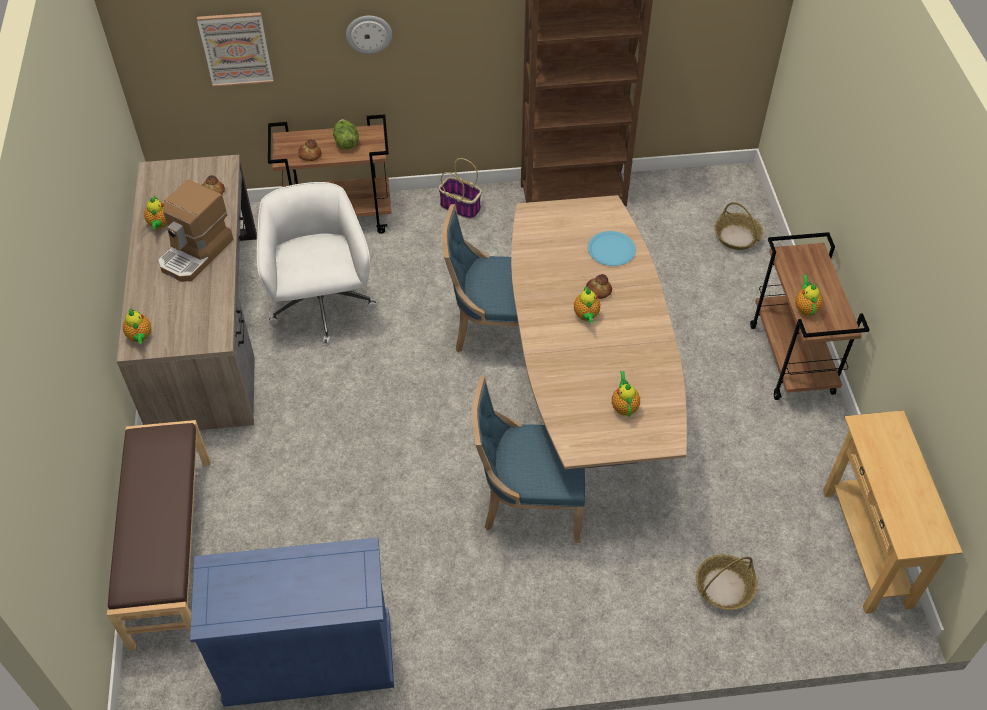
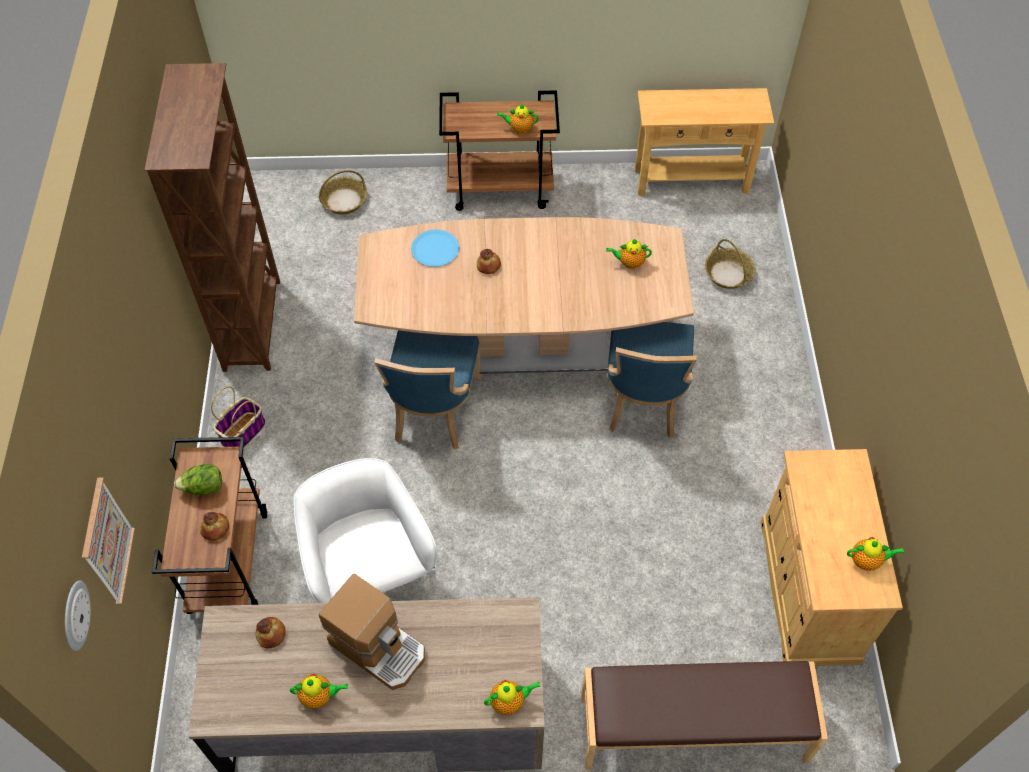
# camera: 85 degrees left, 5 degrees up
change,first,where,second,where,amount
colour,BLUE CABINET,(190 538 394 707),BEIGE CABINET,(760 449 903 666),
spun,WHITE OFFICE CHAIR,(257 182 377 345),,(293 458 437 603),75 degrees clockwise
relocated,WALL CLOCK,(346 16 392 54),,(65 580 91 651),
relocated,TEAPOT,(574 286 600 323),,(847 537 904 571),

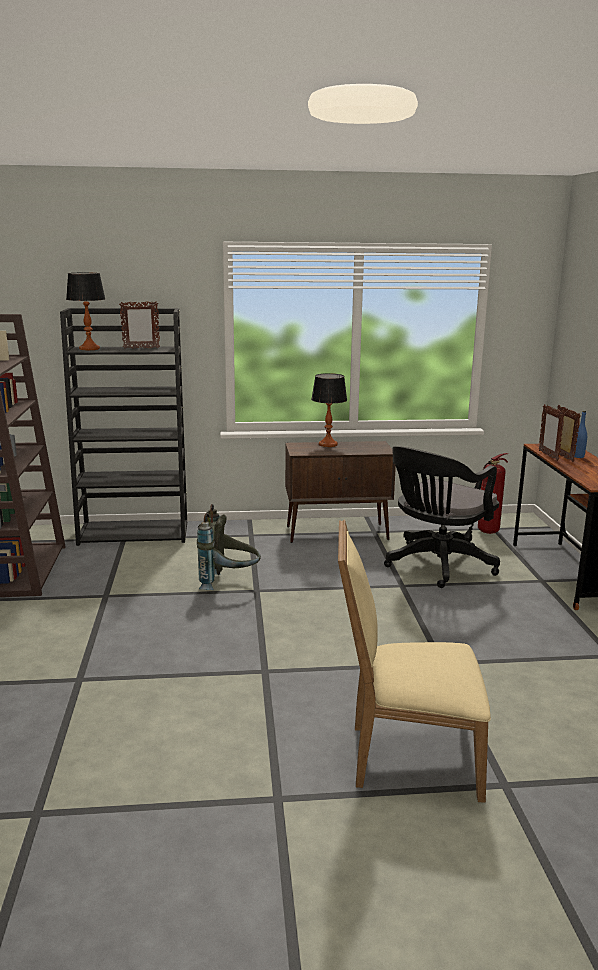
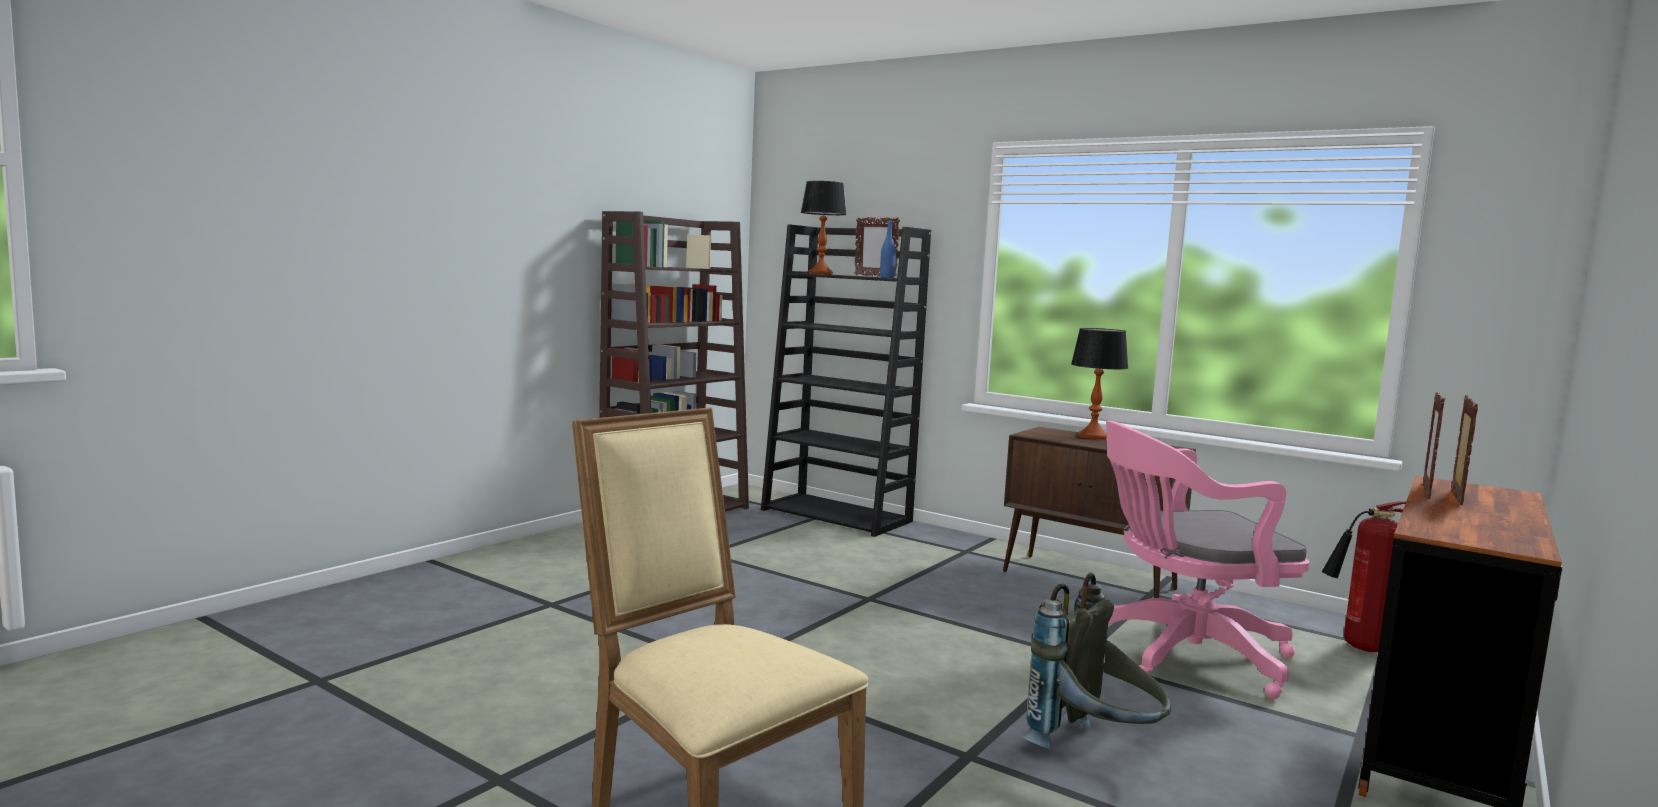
# camera: 40 degrees right, 10 degrees down
change,first,where,second,where,amount
relocated,GREY BACKPACK,(197 504 261 590),,(1022 573 1171 750),
colour,BLACK OFFICE CHAIR,(384 446 500 588),PINK OFFICE CHAIR,(1106 421 1310 699),
relocated,BLUE BOTTLE,(573 411 587 458),,(880 219 896 278),

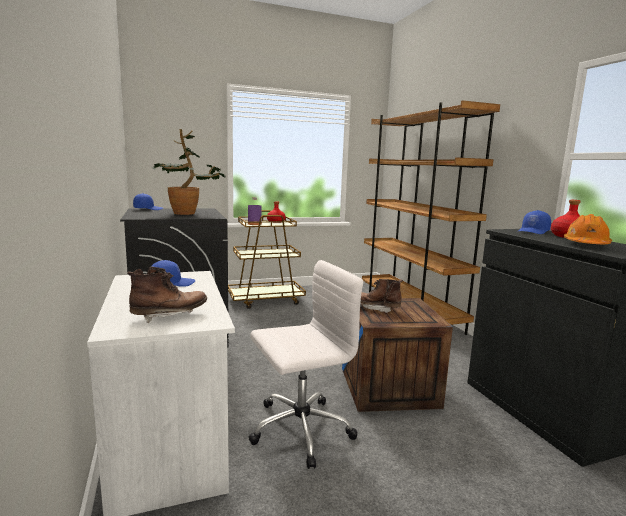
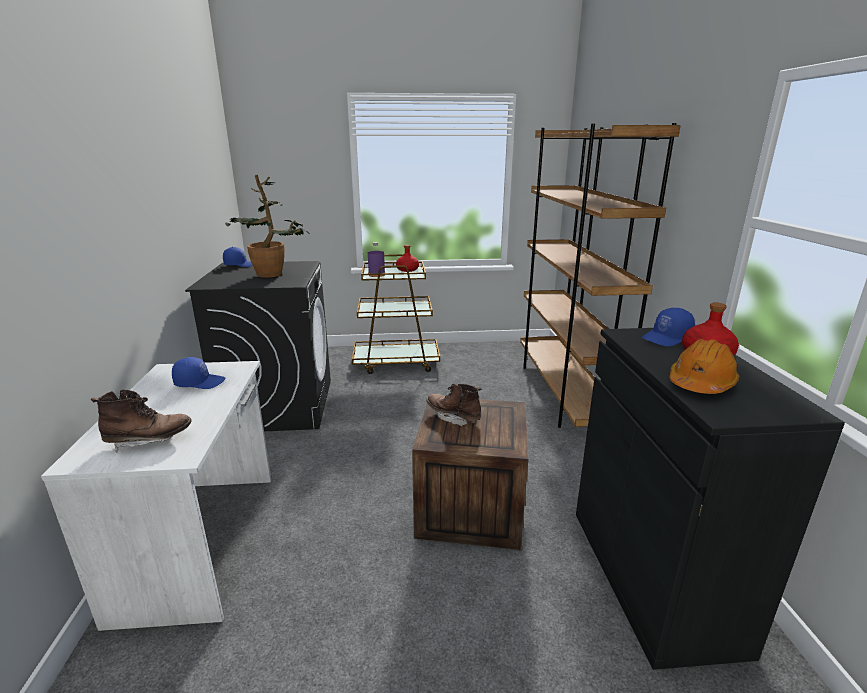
# camera: 15 degrees right, 10 degrees up
change,first,where,second,where,amount
missing,WHITE OFFICE CHAIR,(248 260 363 469),,,

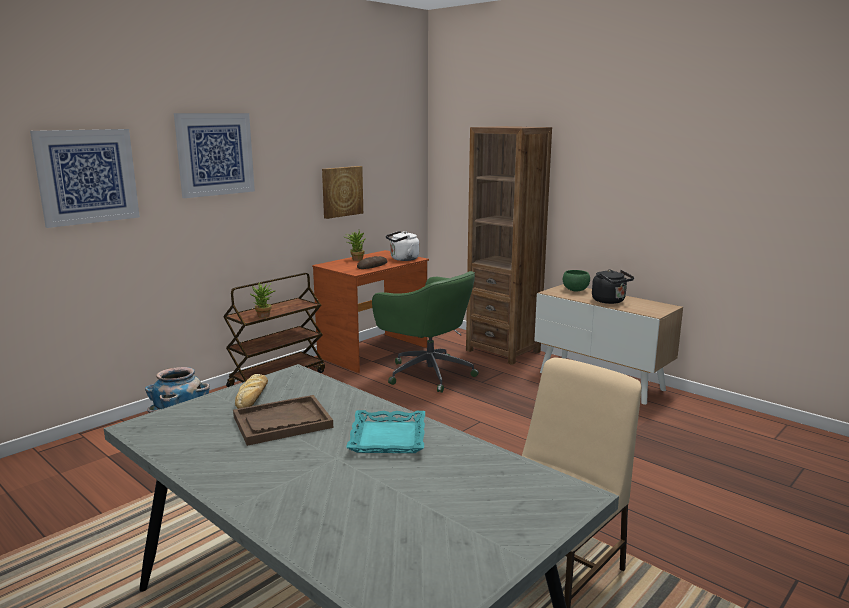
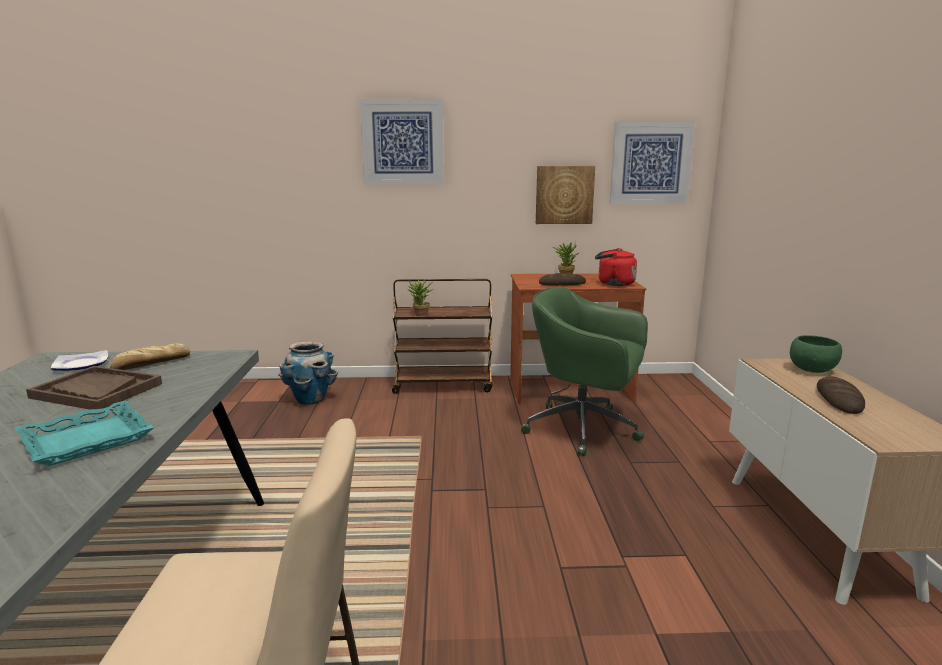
# camera: 45 degrees right, 0 degrees up
change,first,where,second,where,amount
relocated,PICTURE,(30 129 140 228),,(610 122 696 204),
spun,GREEN OFFICE CHAIR,(372 271 479 393),,(521 287 648 456),120 degrees clockwise
colour,WHITE KETTLE,(386 231 419 261),RED KETTLE,(595 248 637 286),
missing,BROWN BOOKCASE,(466 126 552 365),,,
exchanged,BLACK KETTLE,(592 269 634 304),BREAD,(817 377 865 414),
appeared,,,PLATE,(51 350 108 371),

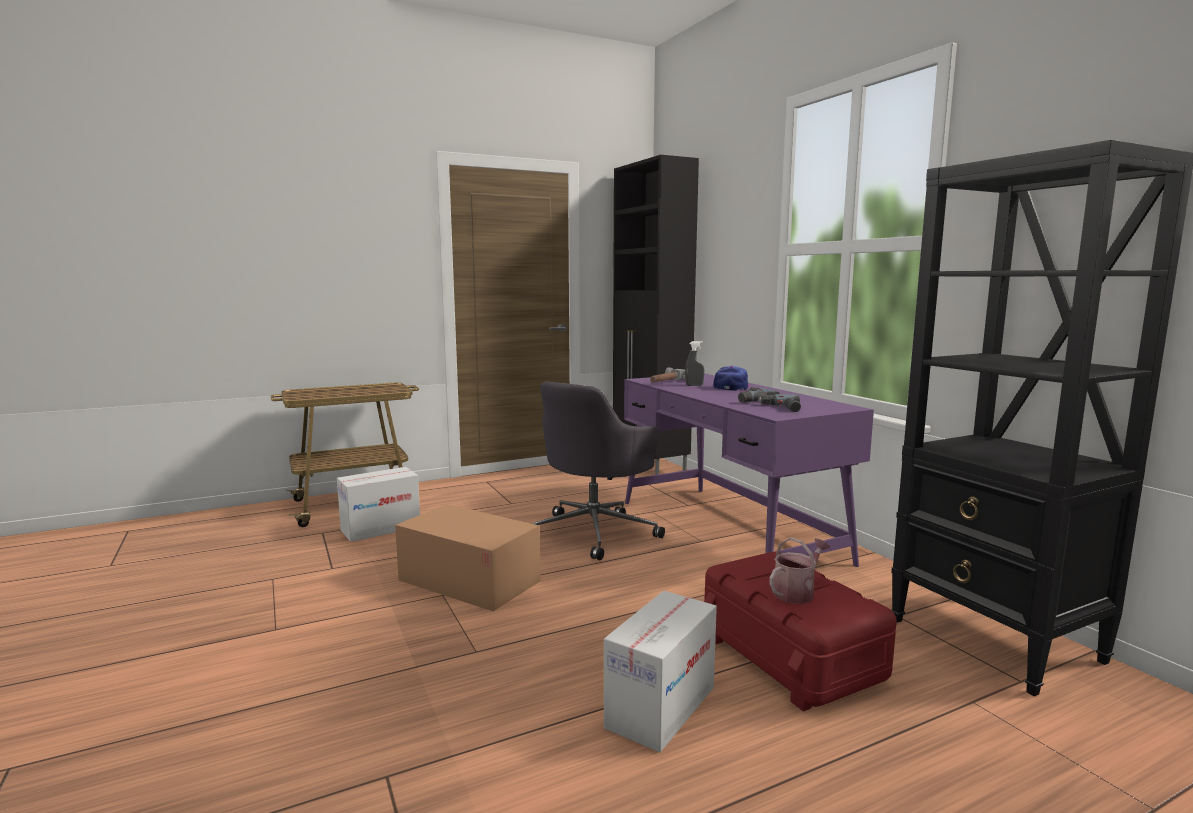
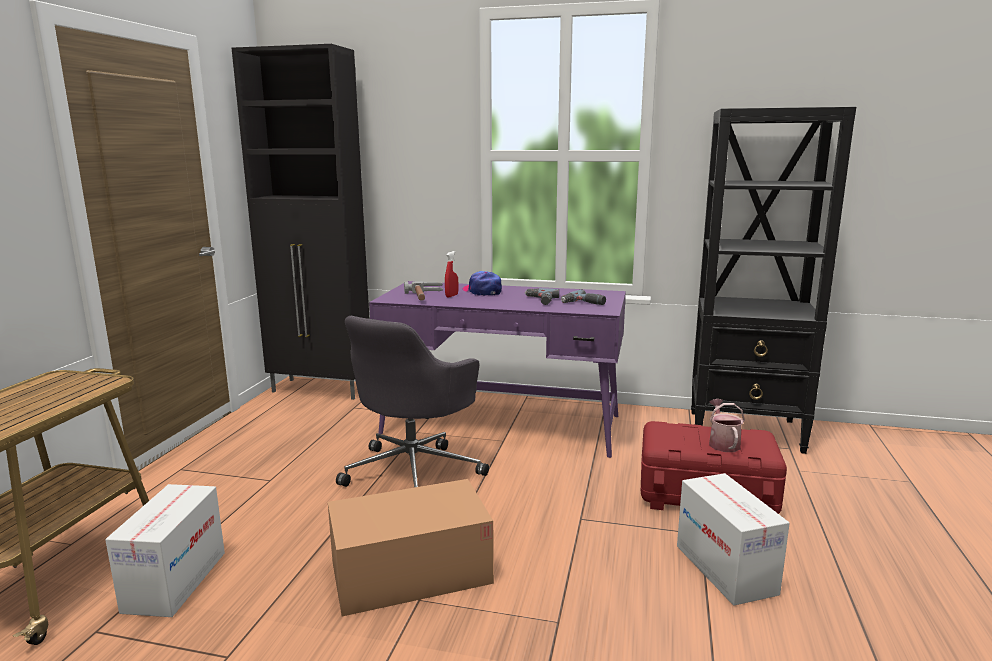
# camera: 50 degrees left, 5 degrees up
change,first,where,second,where,amount
spun,GREY OFFICE CHAIR,(533 382 665 560),,(336 316 489 488),45 degrees clockwise
colour,GREY SPRAY BOTTLE,(685 341 704 386),RED SPRAY BOTTLE,(445 251 458 297),

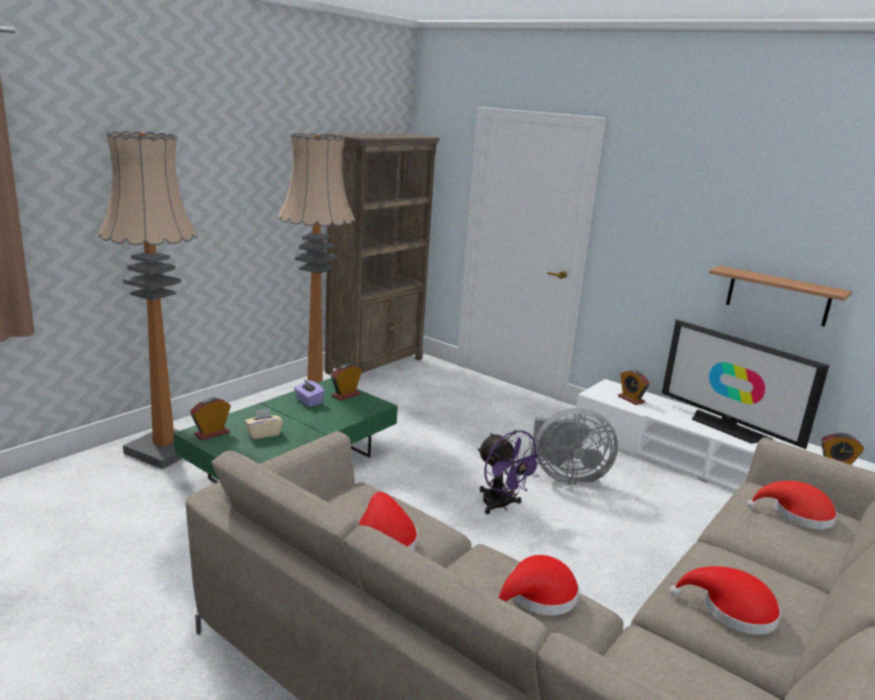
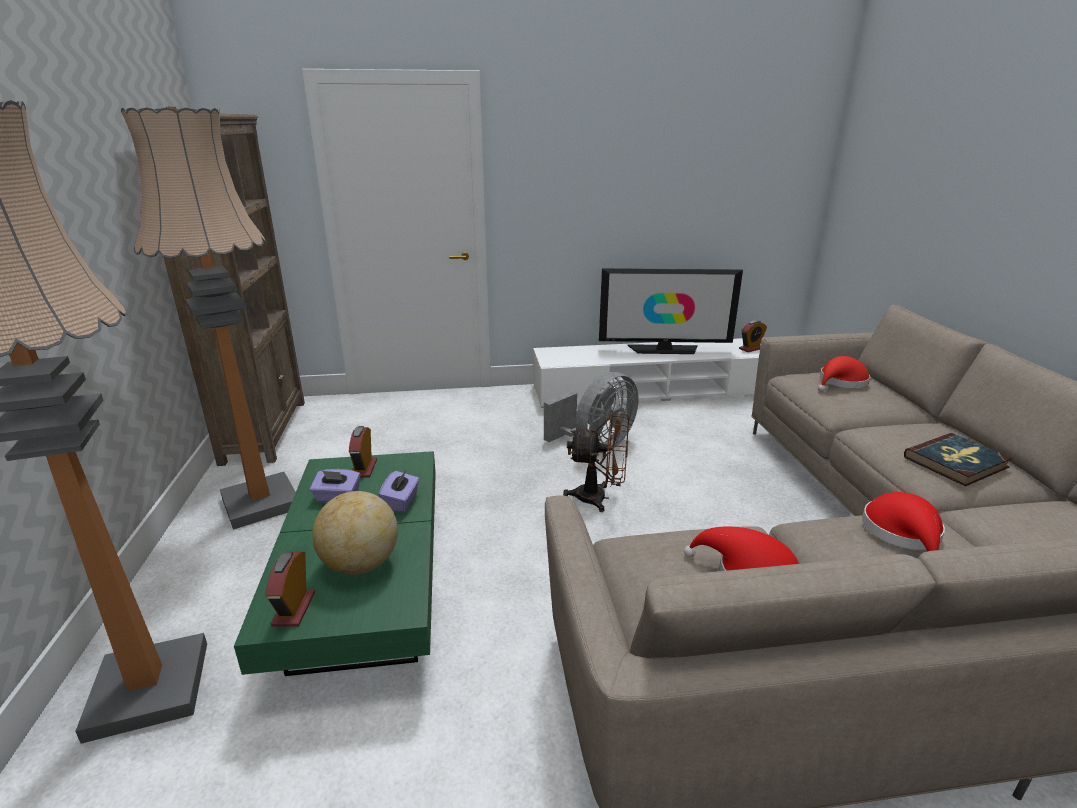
# camera: 45 degrees left, 5 degrees up
change,first,where,second,where,amount
exchanged,BEIGE TISSUE BOX,(245 408 283 439),GLOBE,(312 491 398 575),
colour,PURPLE FAN,(478 430 545 514),BROWN FAN,(563 412 629 512),
missing,ALARM CLOCK,(618 369 650 405),,,
exchanged,RED HAT,(670 566 781 635),BOOK,(904 433 1013 486),
missing,SHELF,(709 266 852 327),,,
appeared,,,PURPLE TISSUE BOX,(378 469 419 513),

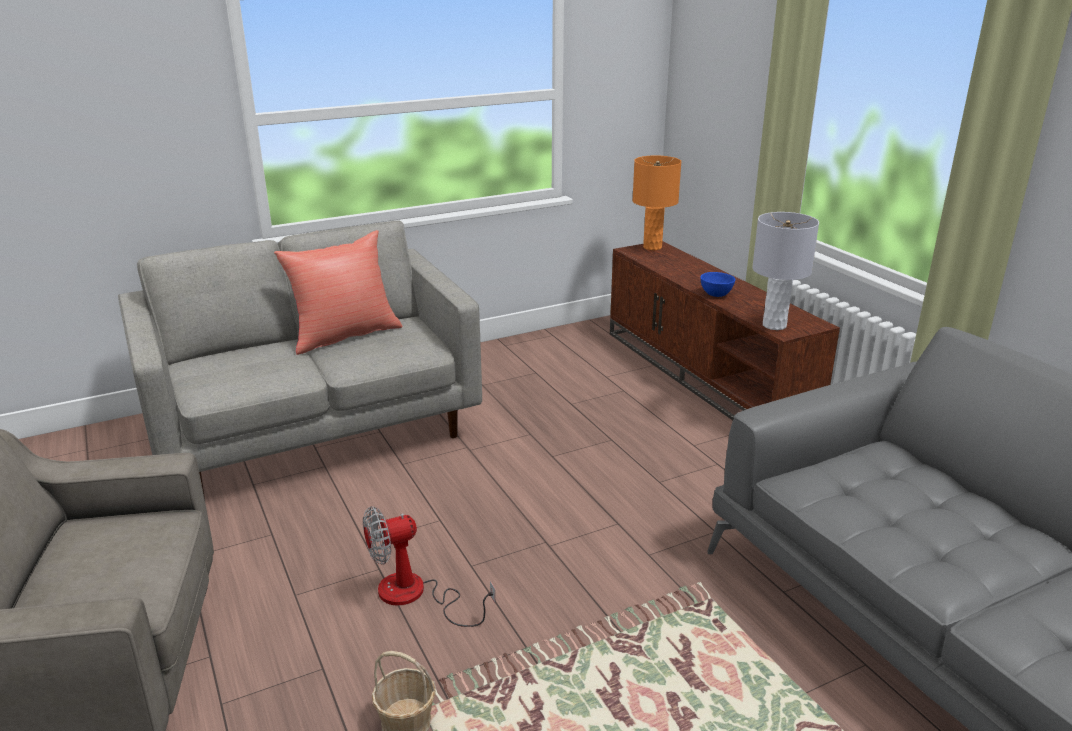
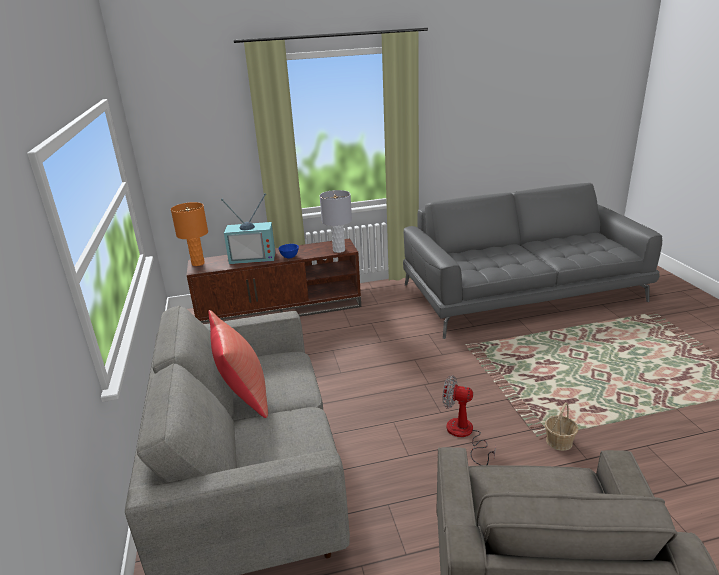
# camera: 75 degrees left, 0 degrees up
change,first,where,second,where,amount
spun,FAN,(363 506 495 627),,(442 375 496 465),120 degrees clockwise
appeared,,,TELEVISION,(221 193 275 264),

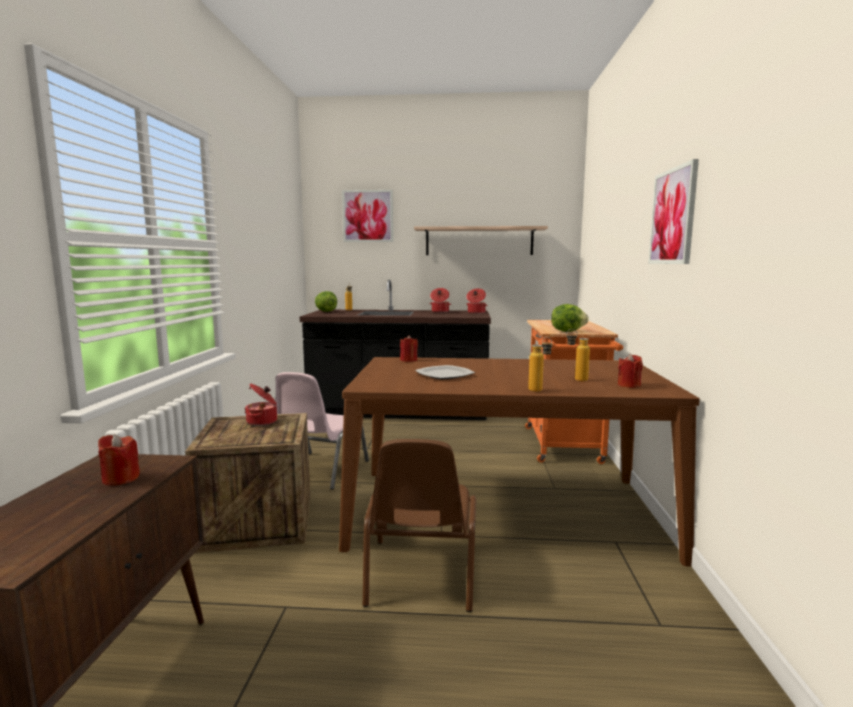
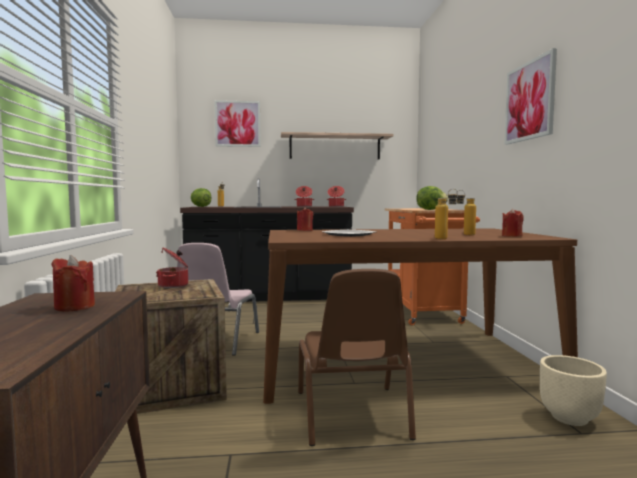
# camera: 10 degrees left, 5 degrees down
change,first,where,second,where,amount
appeared,,,BEIGE PLANTER,(540 355 607 426),

